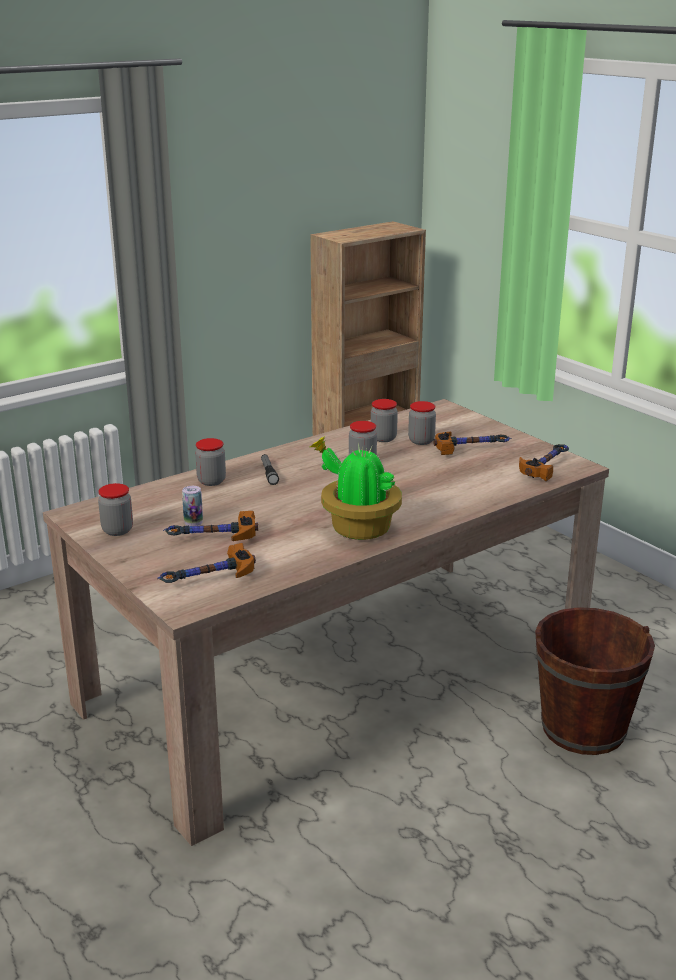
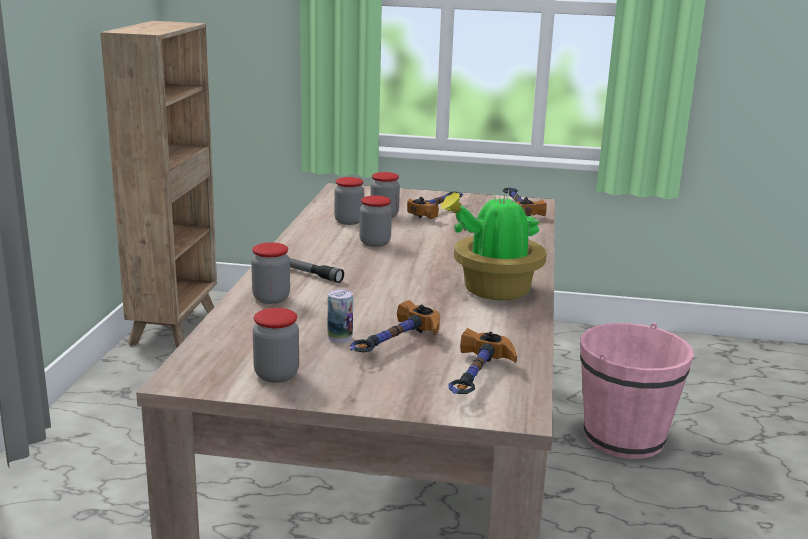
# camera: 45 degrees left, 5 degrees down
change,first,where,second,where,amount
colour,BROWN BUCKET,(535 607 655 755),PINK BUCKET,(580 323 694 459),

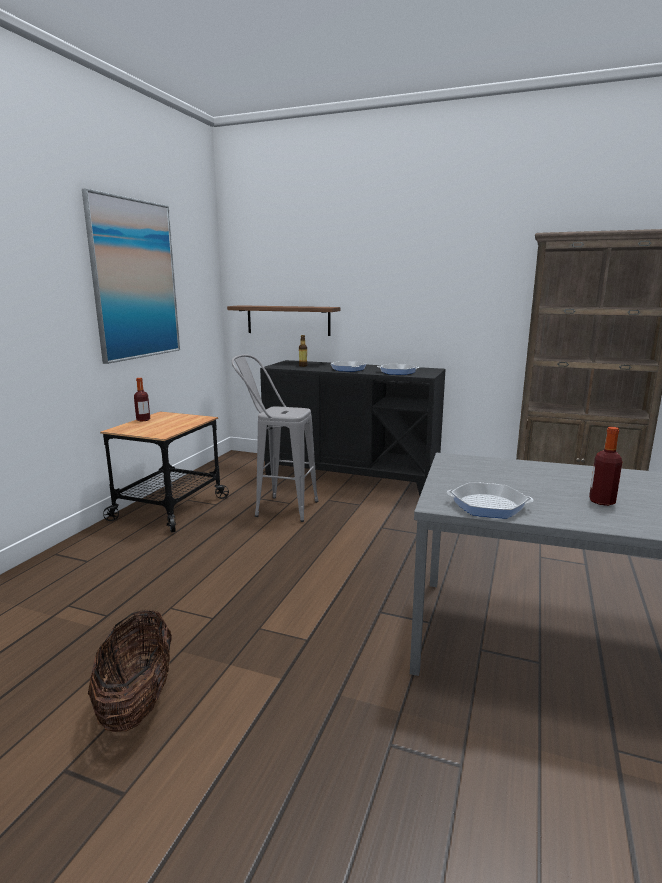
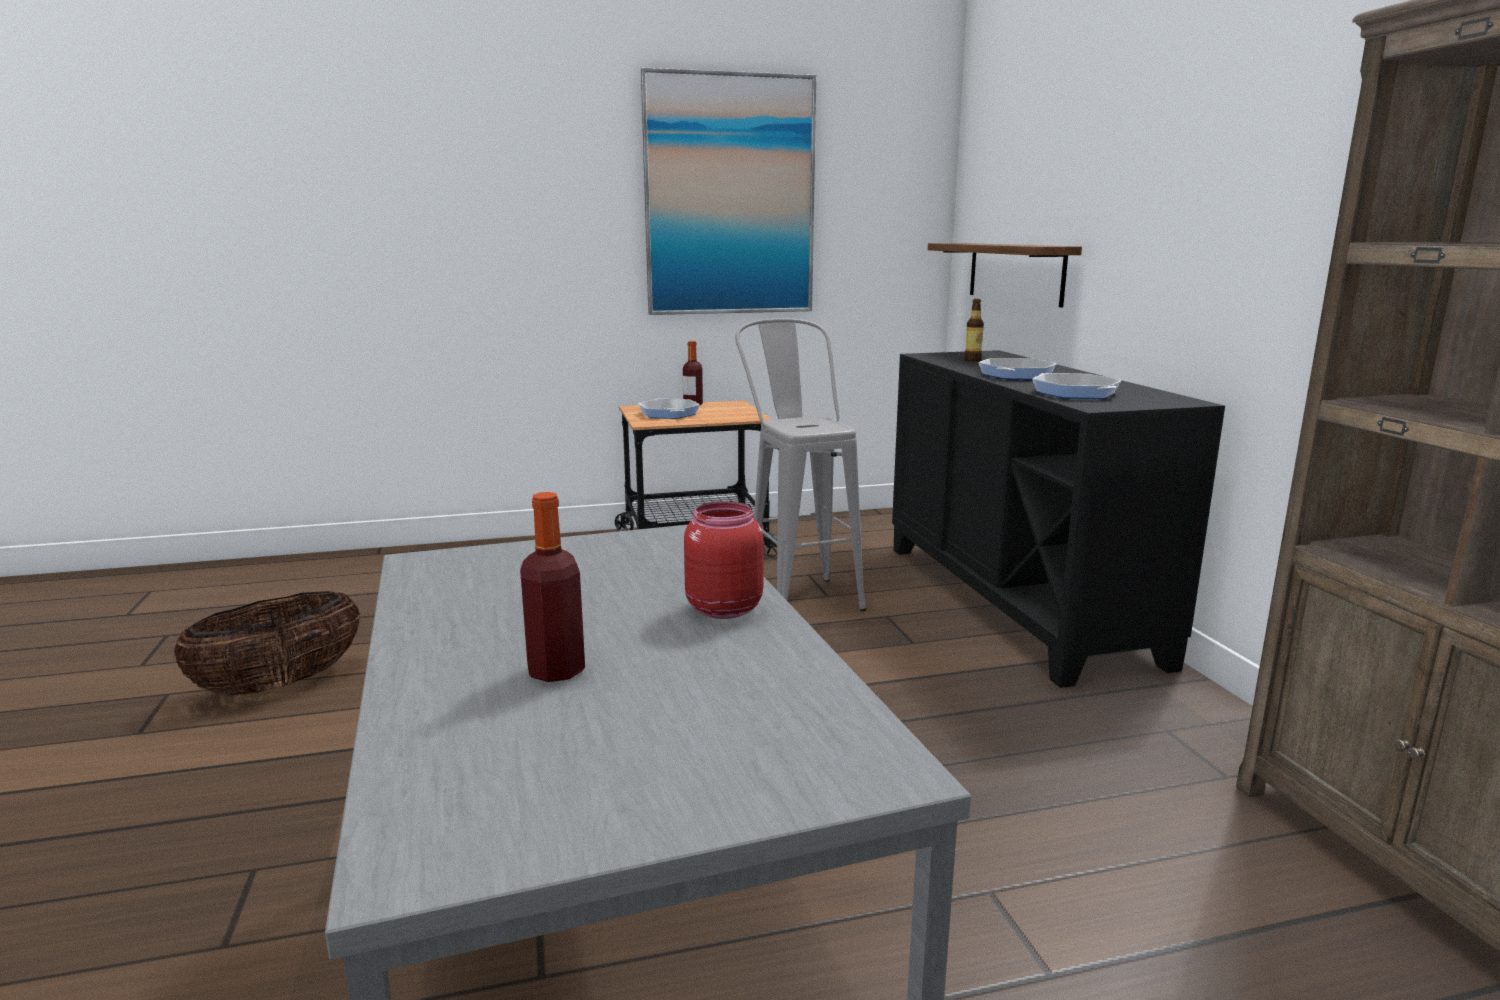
# camera: 55 degrees right, 0 degrees up
change,first,where,second,where,amount
relocated,FRYING PAN,(447 482 533 519),,(638 398 700 419),
appeared,,,RED JAR,(684 501 764 619),

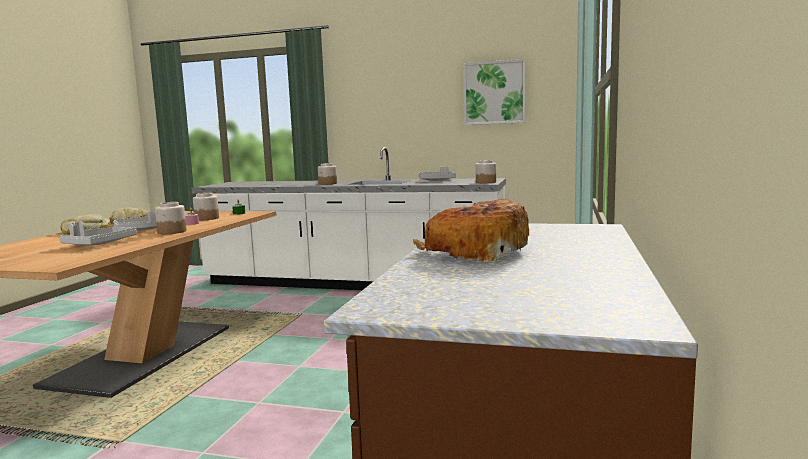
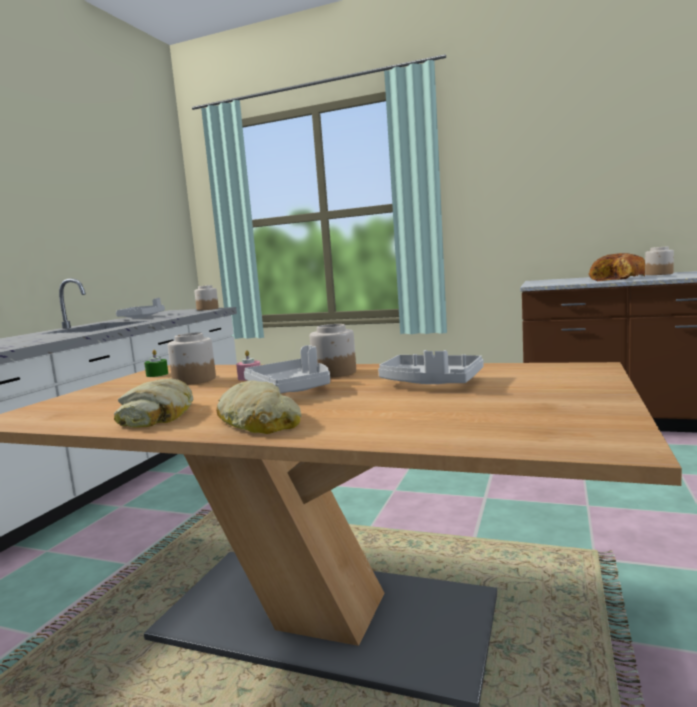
# camera: 85 degrees left, 0 degrees up
change,first,where,second,where,amount
relocated,JAR,(318 163 337 185),,(645 246 674 275),
missing,PICTURE,(463 59 526 125),,,

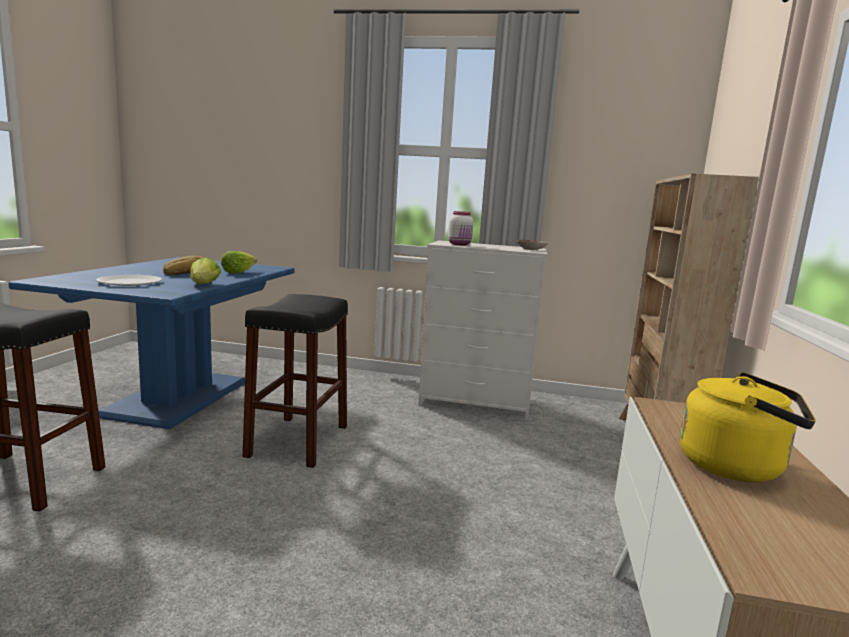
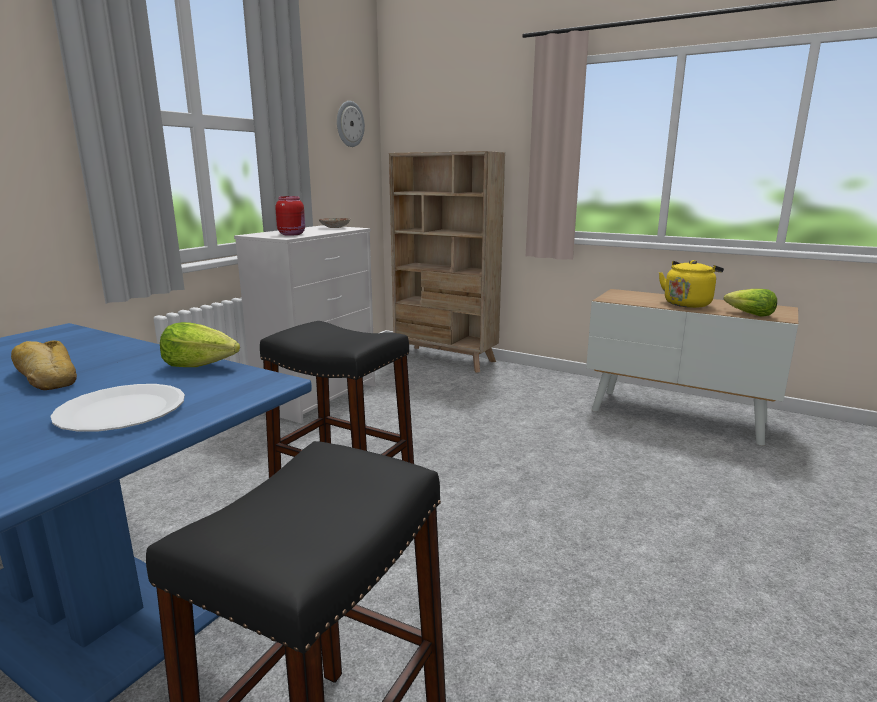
# camera: 70 degrees left, 5 degrees up
change,first,where,second,where,amount
relocated,LETTUCE,(221 251 257 274),,(724 289 777 317),
colour,WHITE JAR,(448 211 473 245),RED JAR,(275 196 305 236),
appeared,,,WALL CLOCK,(337 101 365 147),

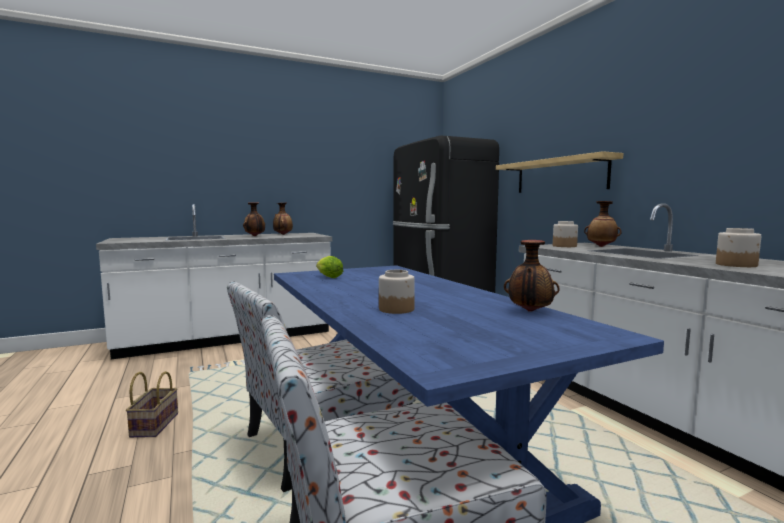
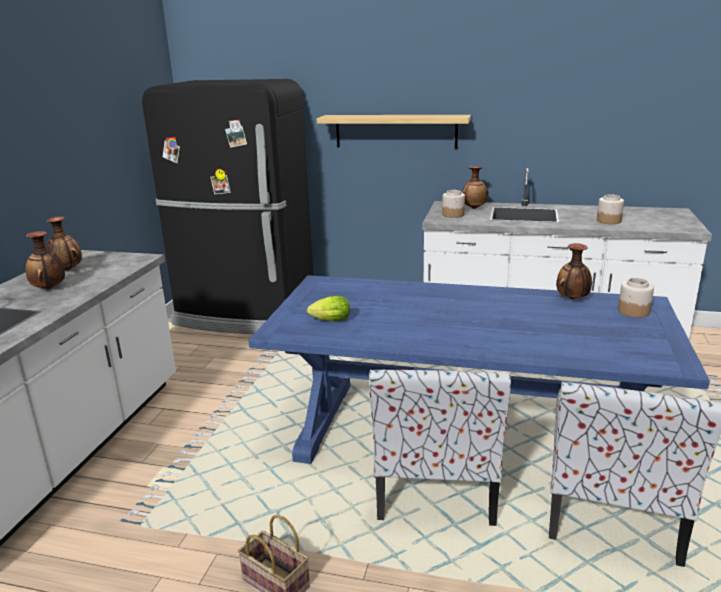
# camera: 50 degrees left, 15 degrees up
change,first,where,second,where,amount
relocated,JAR,(379 270 415 314),,(618 278 654 317),

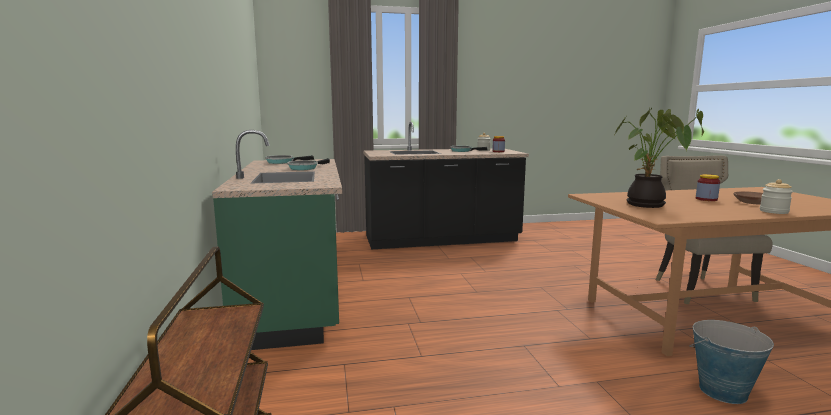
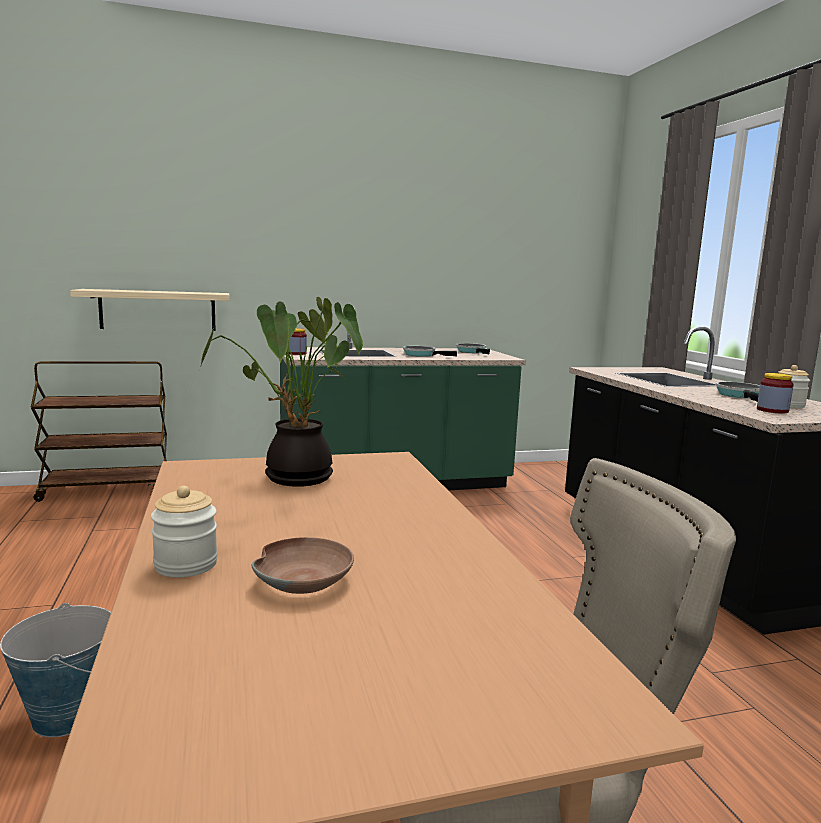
# camera: 85 degrees right, 0 degrees up
change,first,where,second,where,amount
relocated,JAR,(696 174 720 201),,(289 328 307 355),
appeared,,,SHELF,(70 289 230 331),

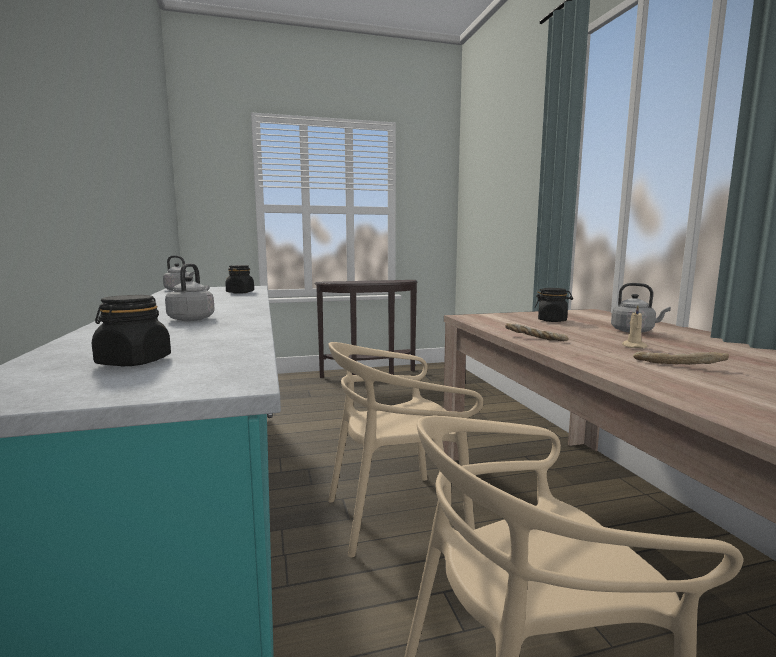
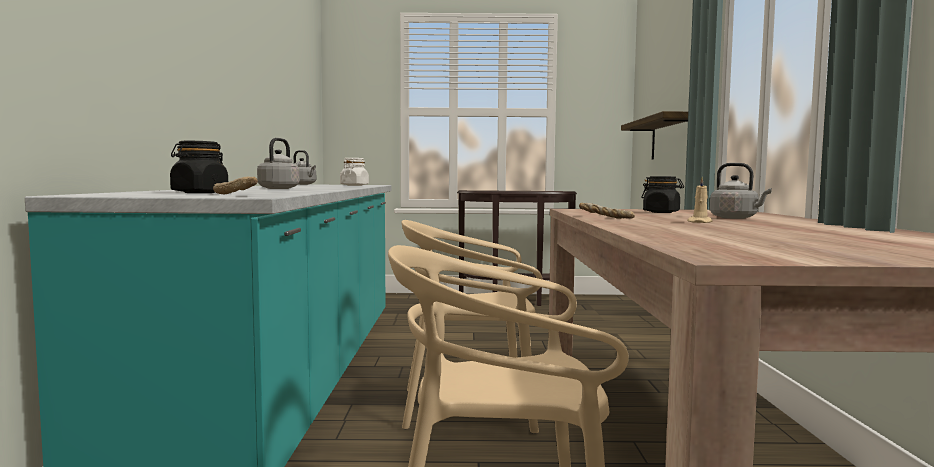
# camera: 15 degrees right, 5 degrees down
change,first,where,second,where,amount
colour,BLACK JAR,(225 265 254 294),WHITE JAR,(340 158 369 186),
relocated,BREAD,(633 352 729 365),,(213 177 258 194),
appeared,,,SHELF,(621 111 688 160),

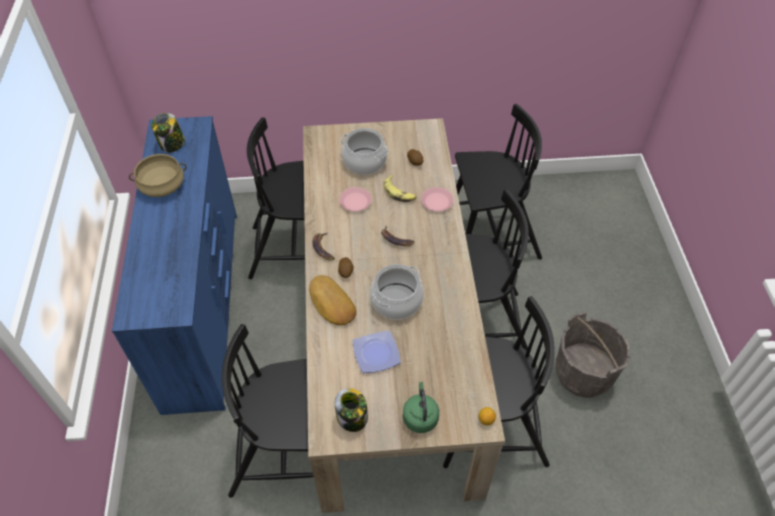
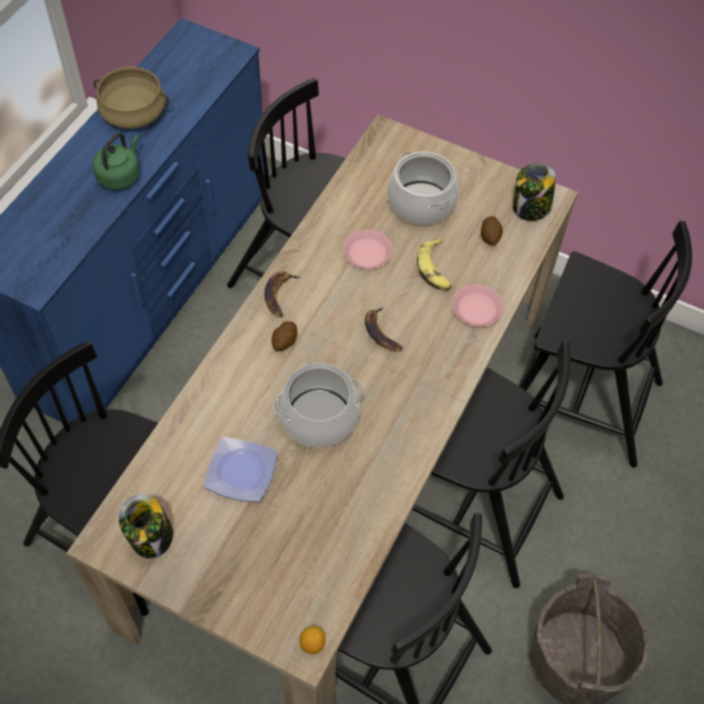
# camera: 30 degrees right, 5 degrees up
change,first,where,second,where,amount
relocated,JAR,(151 113 185 153),,(513 164 556 221),
missing,BREAD,(309 275 356 326),,,
relocated,GREEN KETTLE,(403 382 439 433),,(92 133 140 190),

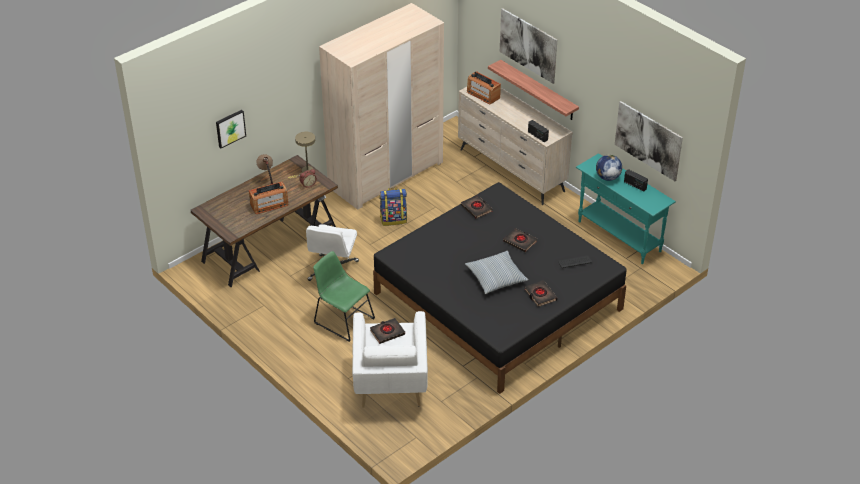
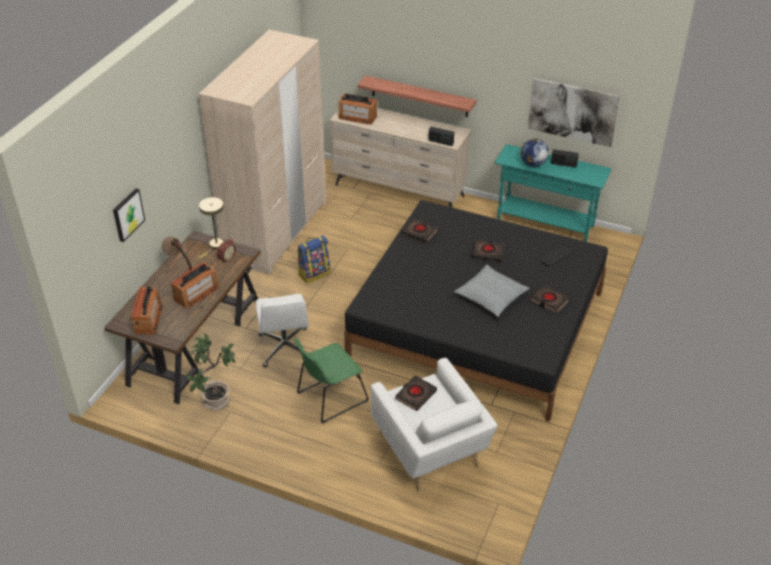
# camera: 25 degrees left, 0 degrees up
change,first,where,second,where,amount
spun,GREEN CHAIR,(313 251 375 342),,(294 338 369 423),45 degrees counterclockwise
missing,PICTURE,(500 8 557 84),,,
appeared,,,RADIO,(131 286 163 335),
appeared,,,POTTED PLANT,(187 333 235 410),

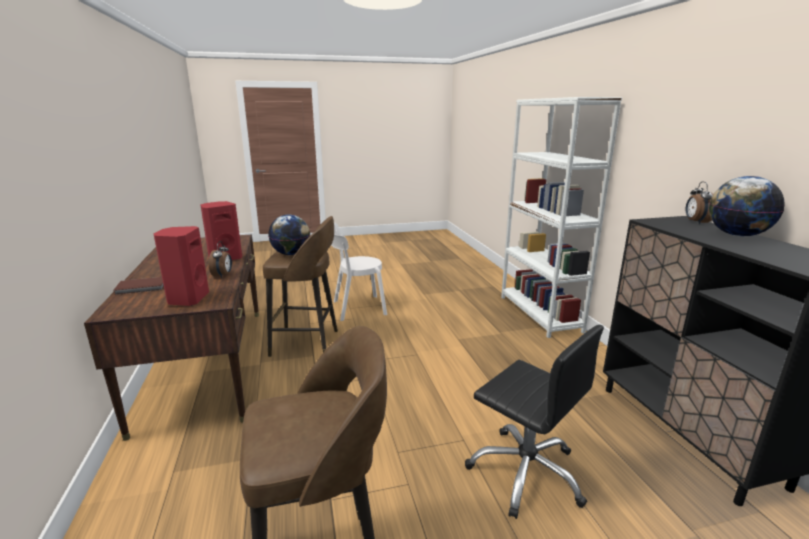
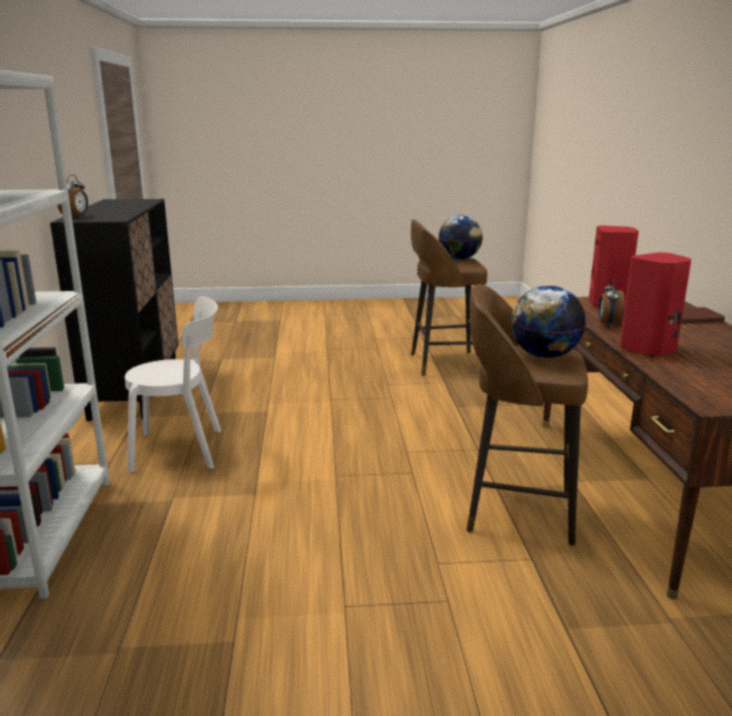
# camera: 170 degrees left, 0 degrees up
change,first,where,second,where,amount
relocated,WHITE CHAIR,(331 223 387 321),,(125 297 221 473),
missing,BLACK OFFICE CHAIR,(465 325 604 519),,,
relocated,GLOBE,(709 176 785 236),,(438 215 483 260),

